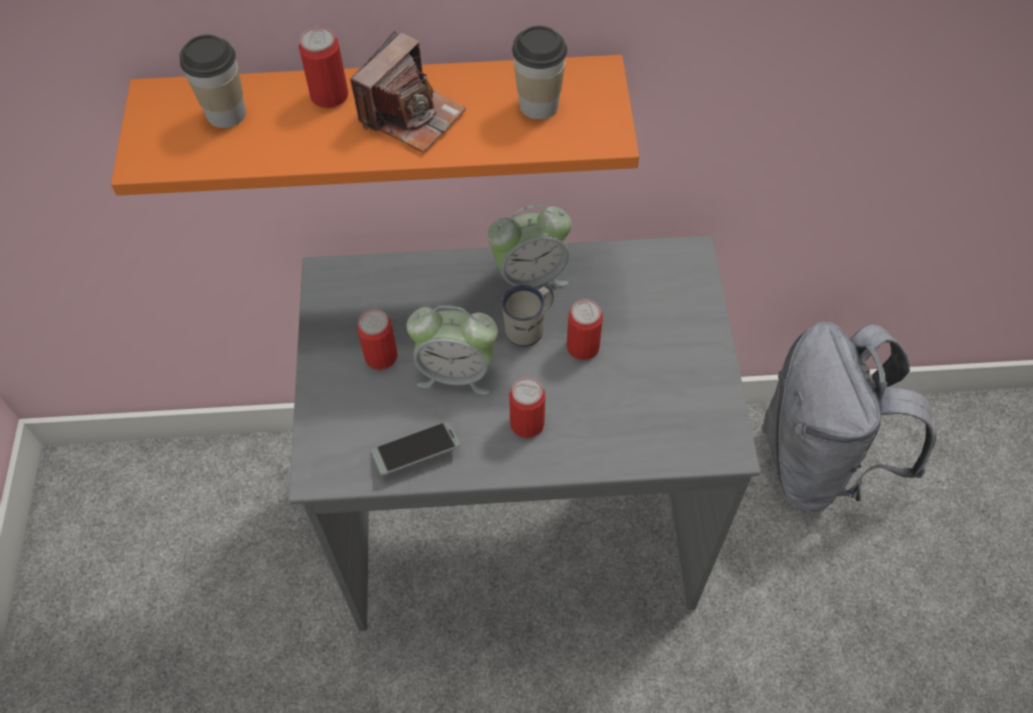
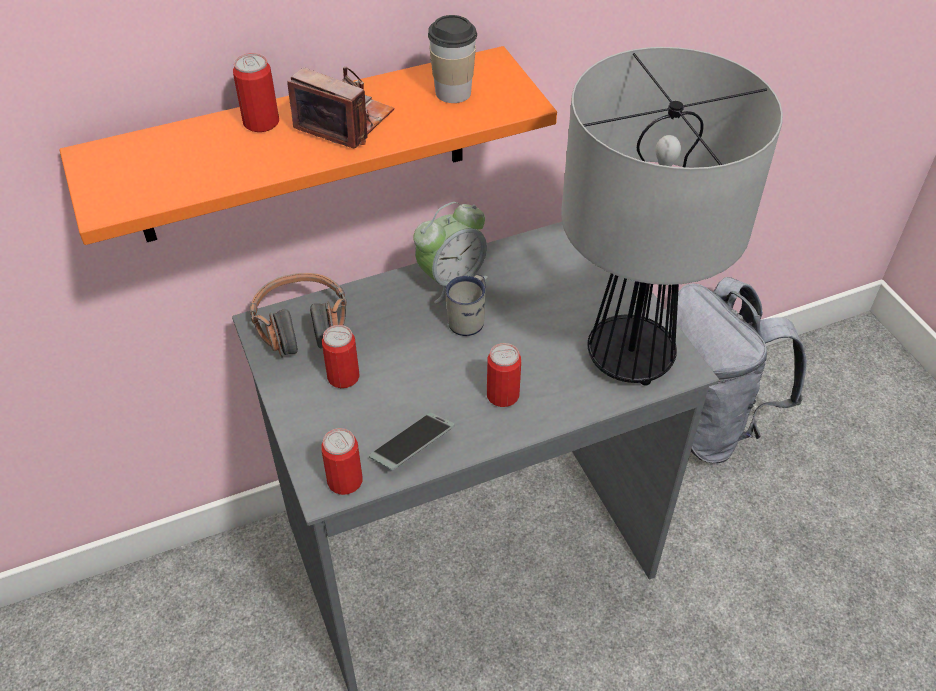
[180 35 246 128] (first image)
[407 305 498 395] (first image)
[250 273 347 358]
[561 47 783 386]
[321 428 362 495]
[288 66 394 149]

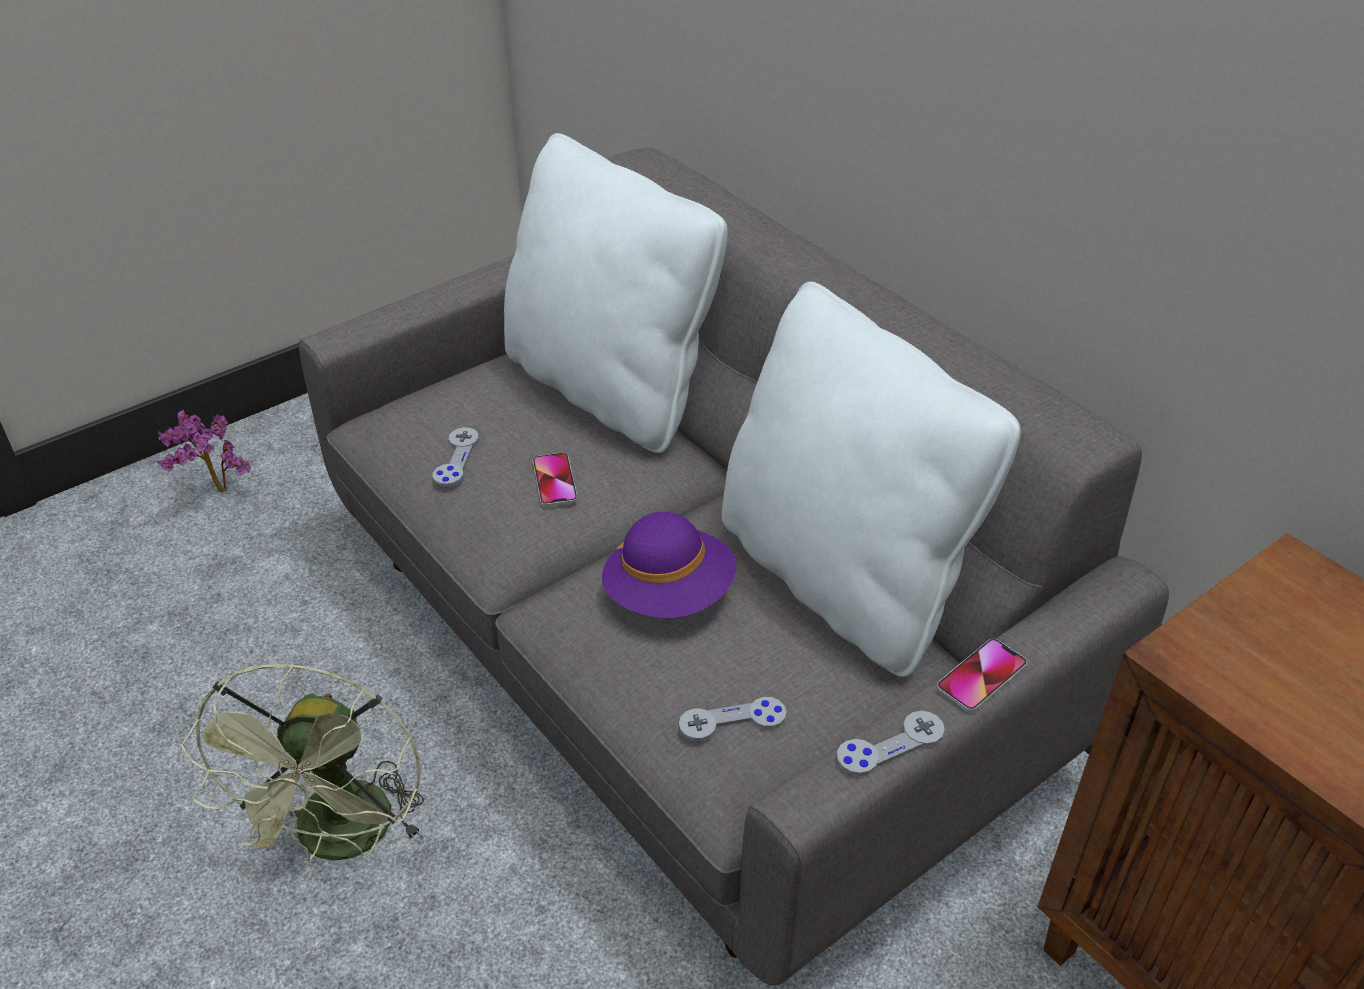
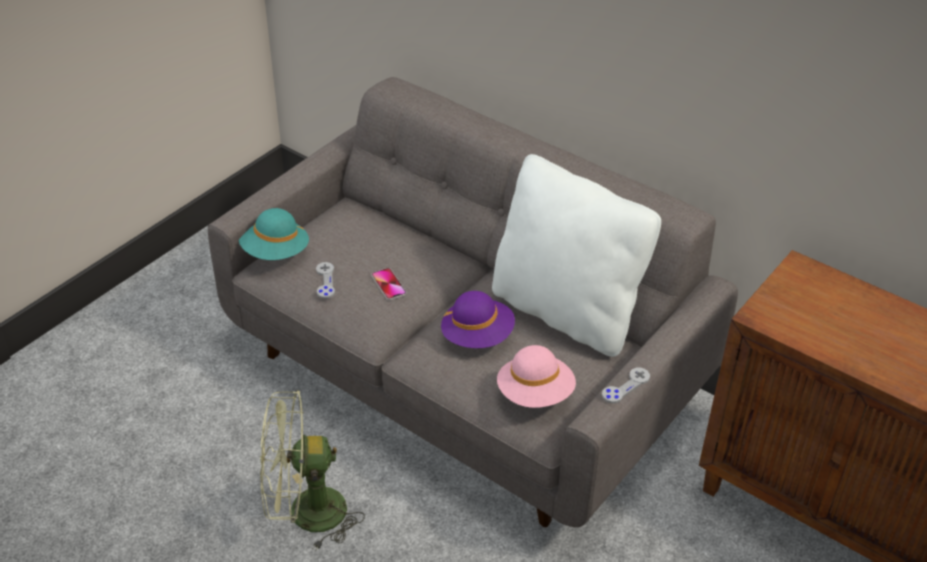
[157 410 251 492] (first image)
[504 133 728 453] (first image)
[937 639 1027 712] (first image)
[239 208 309 260]
[497 345 576 408]
[260 390 365 551]

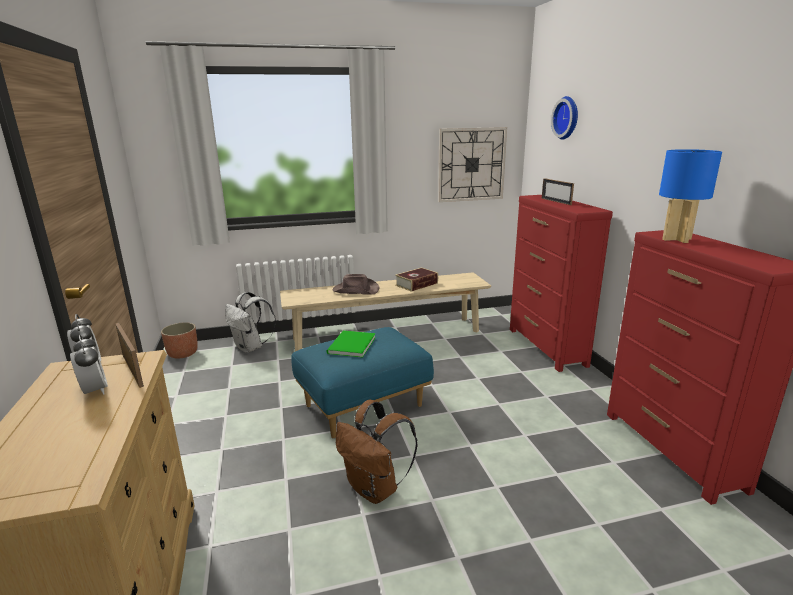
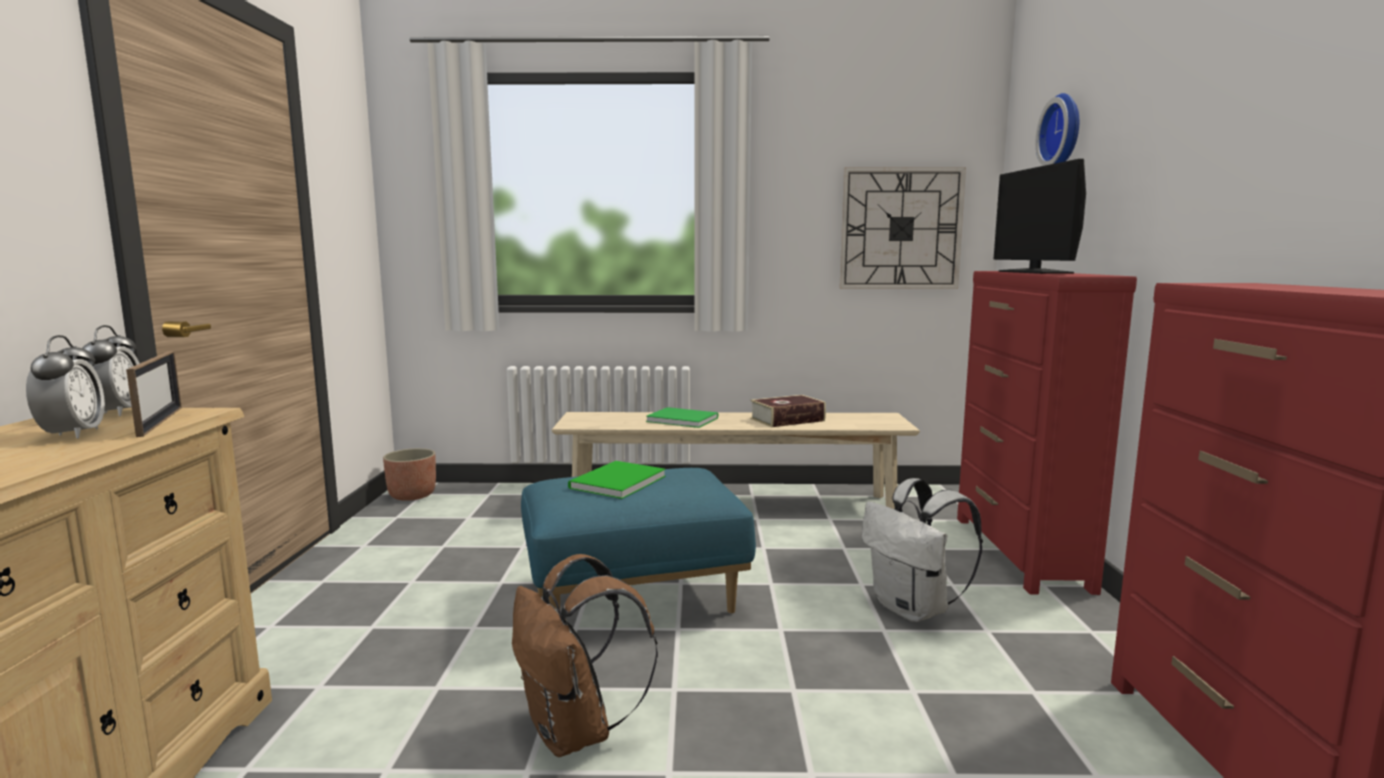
[659 149 722 243] (first image)
[862 478 983 622]
[646 407 718 428]
[993 159 1086 274]

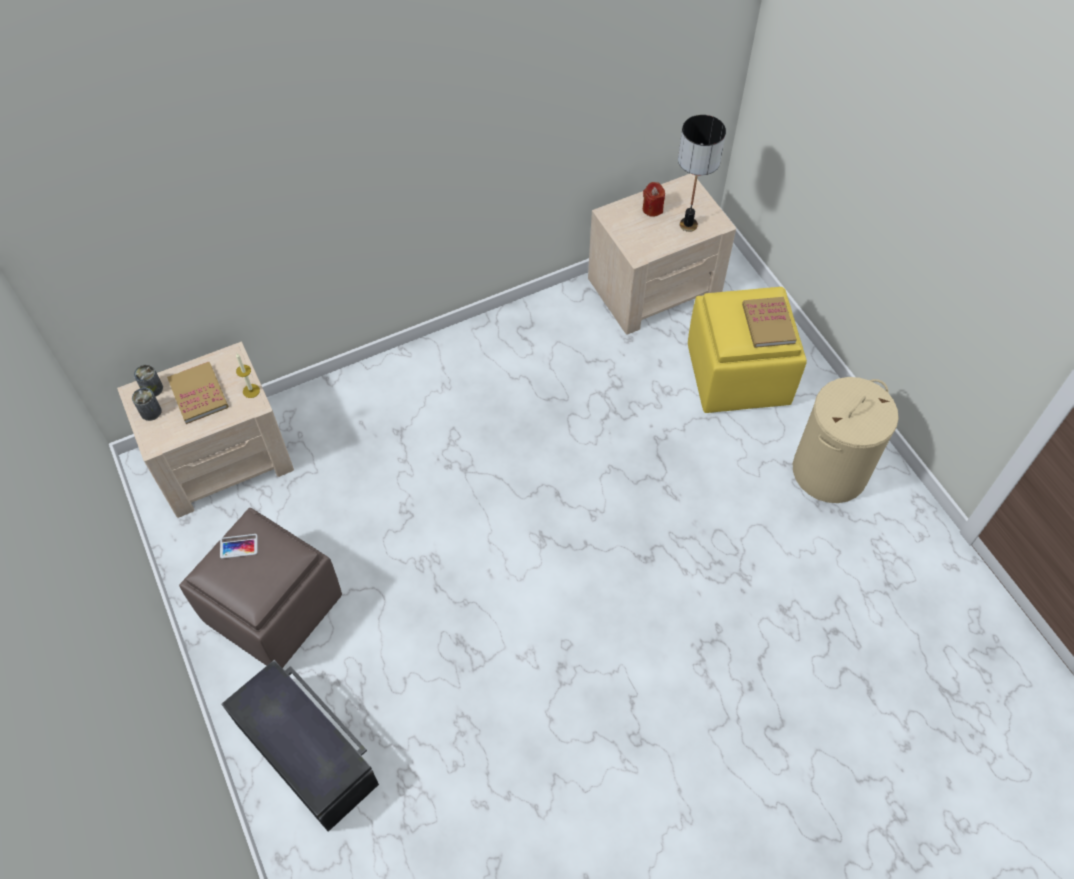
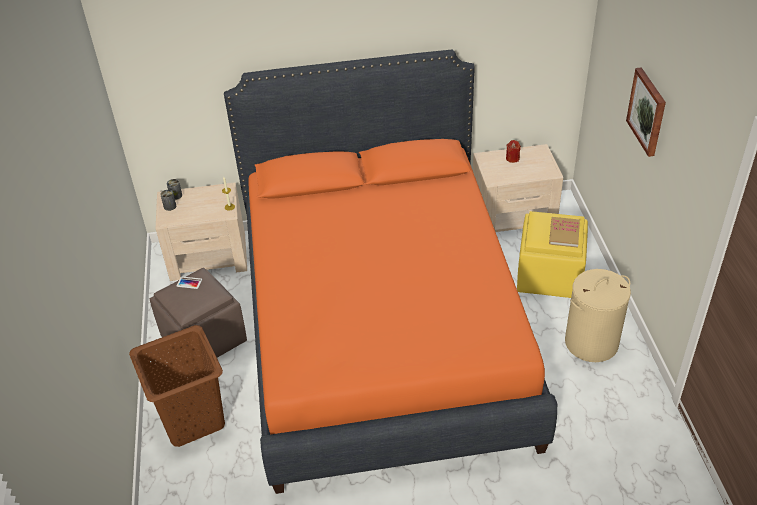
[167 362 229 424] (first image)
[678 115 726 232] (first image)
[224 50 557 494]
[626 67 666 157]
[129 325 225 447]

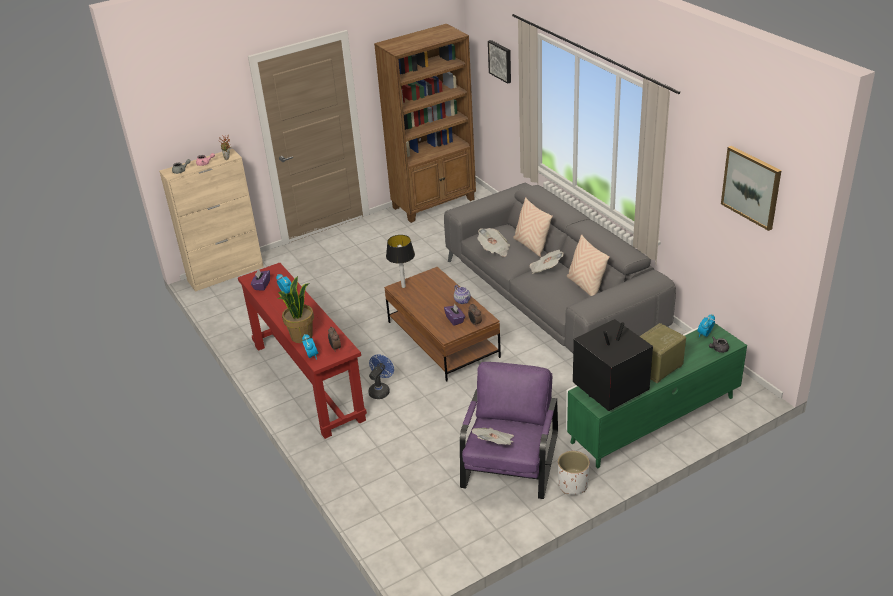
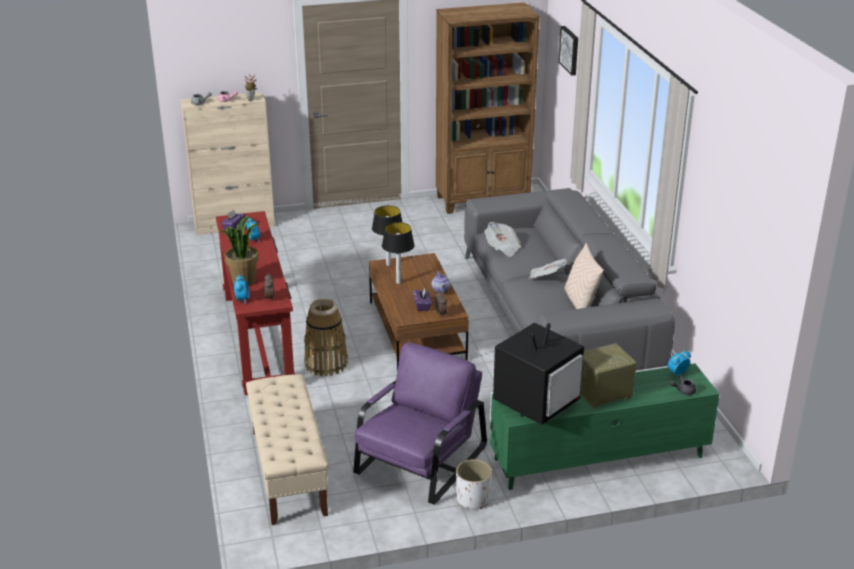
[472 428 514 445] (first image)
[513 197 553 257] (first image)
[721 146 781 231] (first image)
[246 374 328 525]
[382 222 414 284]
[304 299 348 376]
[493 322 584 425]

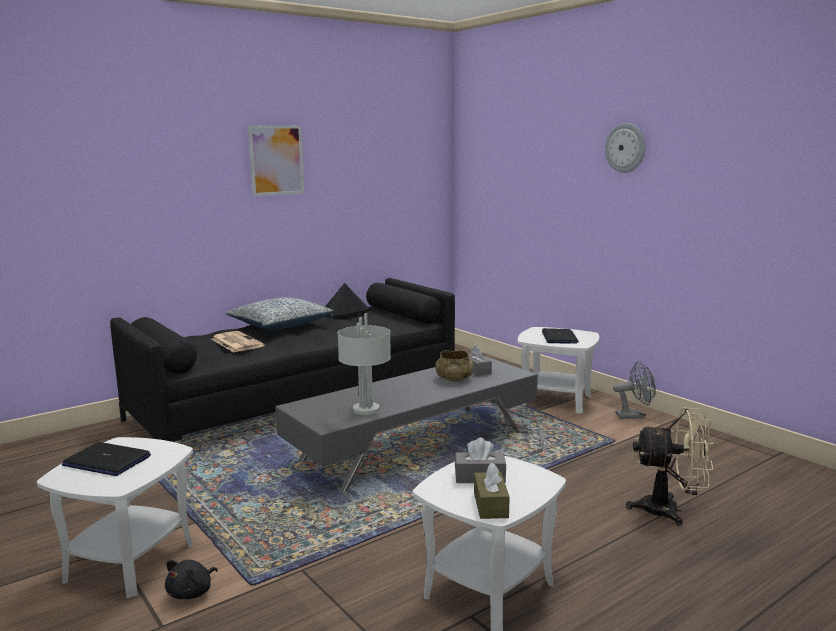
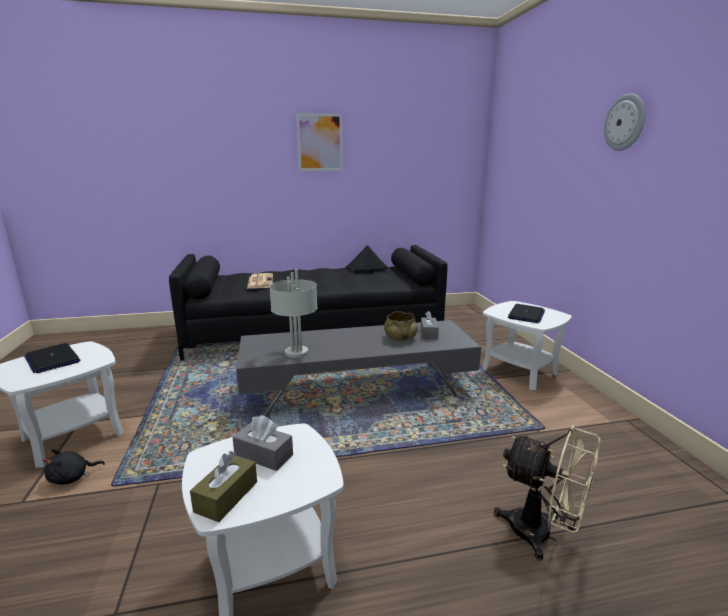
[226 297 334 330] (first image)
[613 362 656 419] (first image)

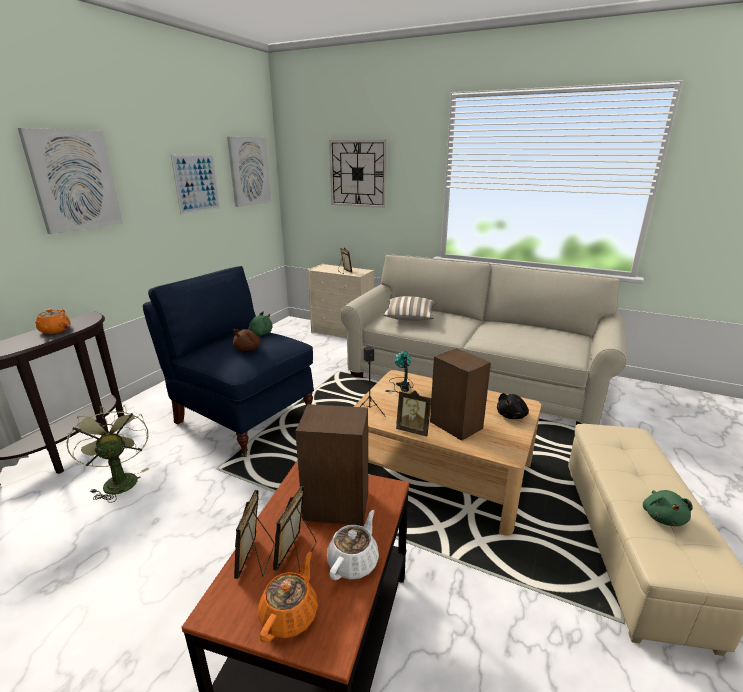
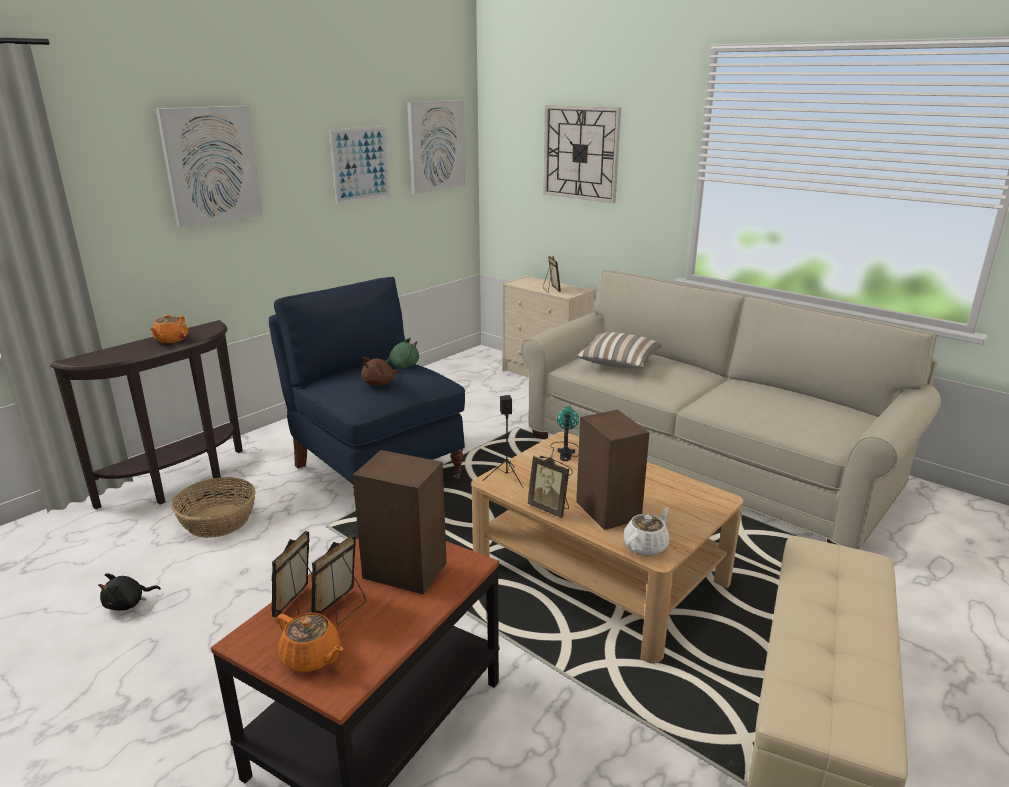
[643 490 693 526] (first image)
[624 507 669 556]
[98 574 161 611]
[171 477 256 538]
[277 613 343 672]

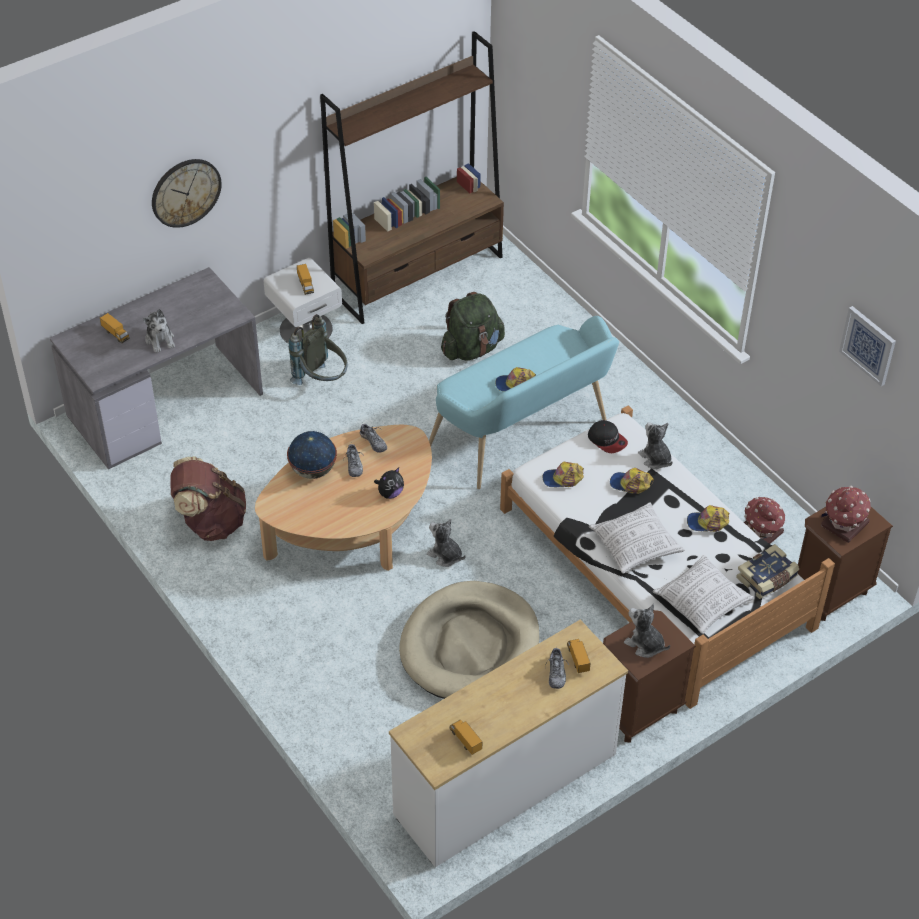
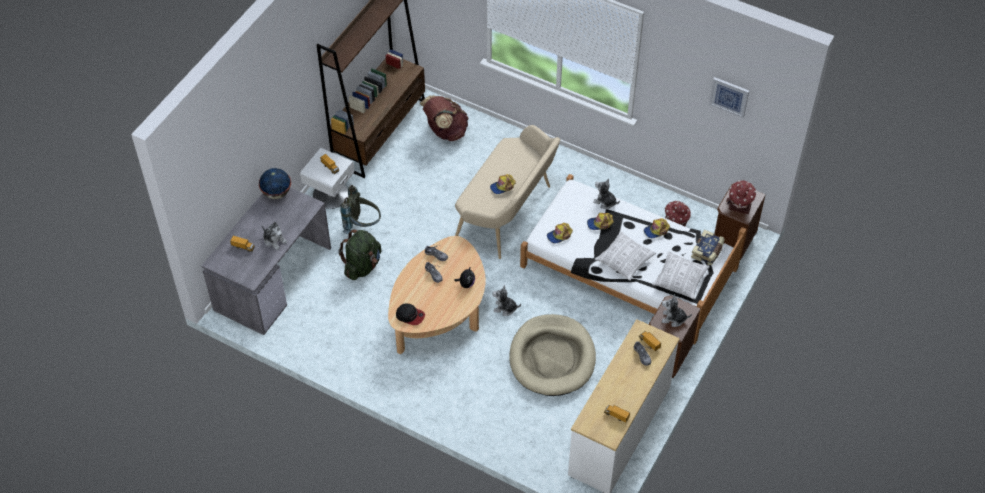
[152 159 222 228] (first image)
[420 95 469 141]
[259 168 291 199]
[338 229 382 280]
[396 304 425 325]
[455 125 560 259]

